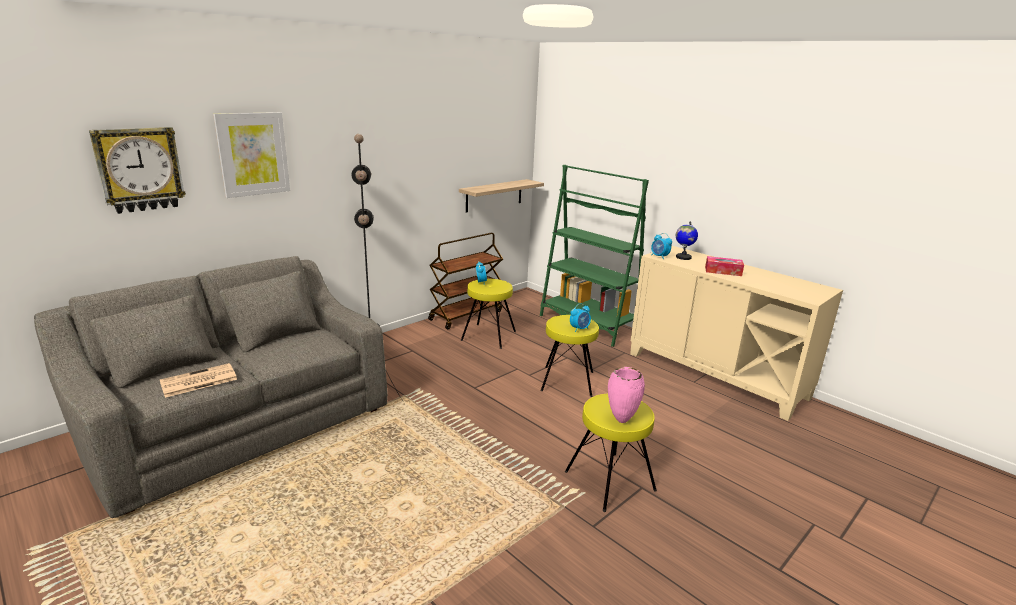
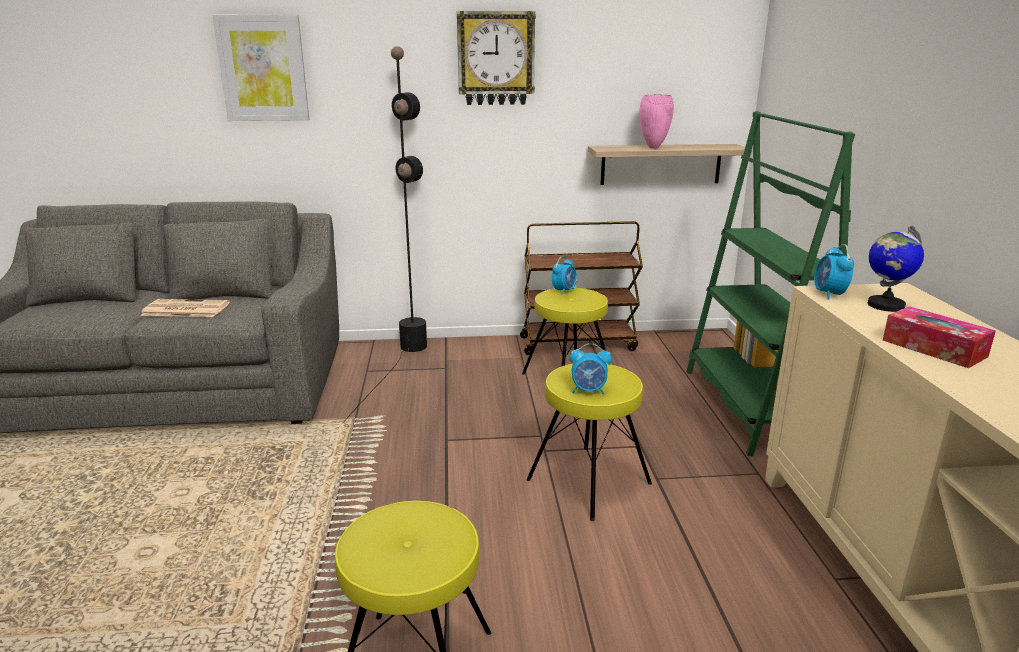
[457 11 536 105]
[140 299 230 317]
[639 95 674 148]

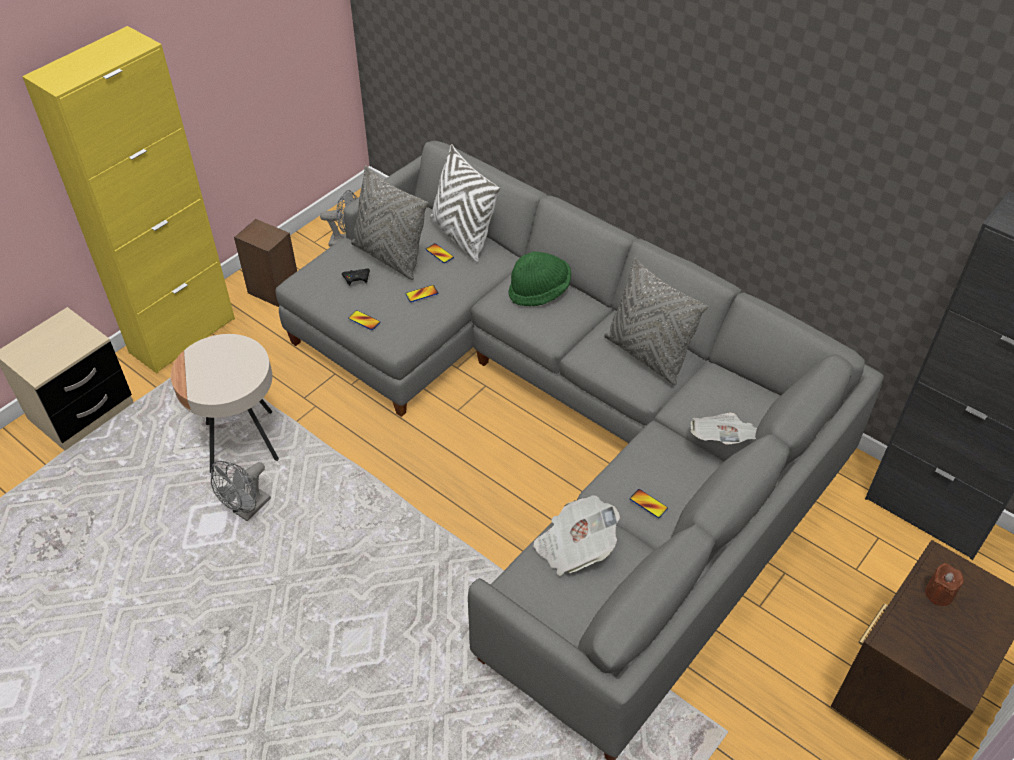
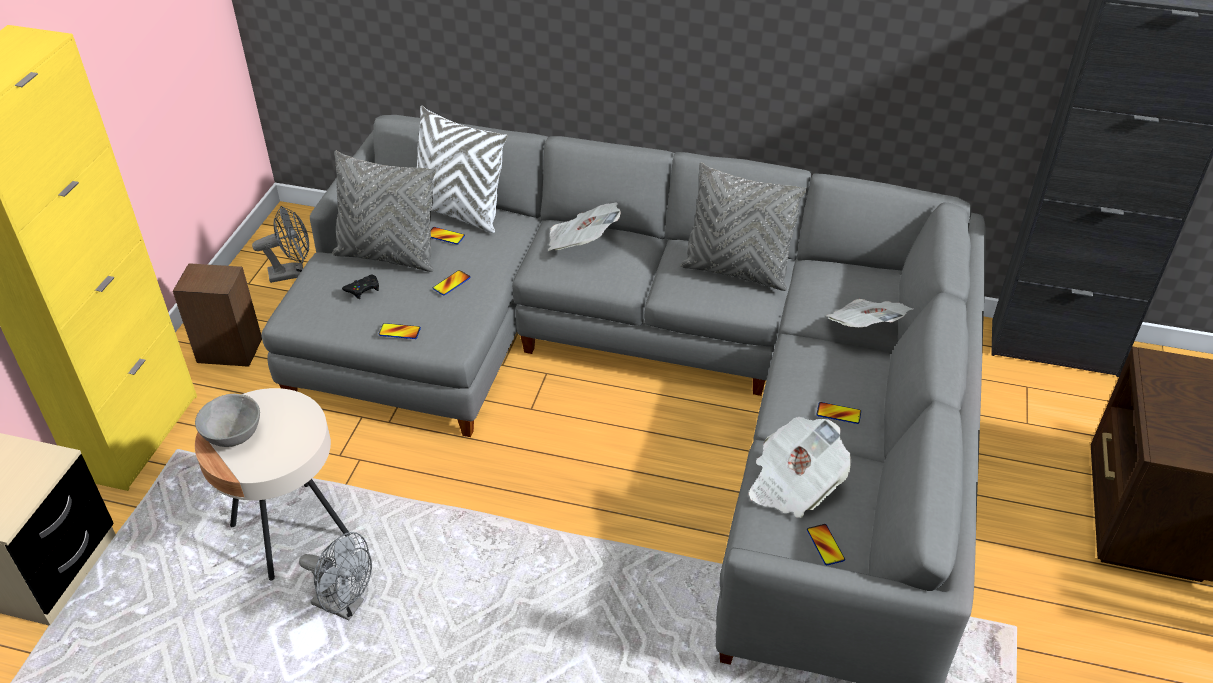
[925 563 964 606] (first image)
[195 394 260 447]
[807 524 845 565]
[548 202 621 251]
[299 532 372 621]

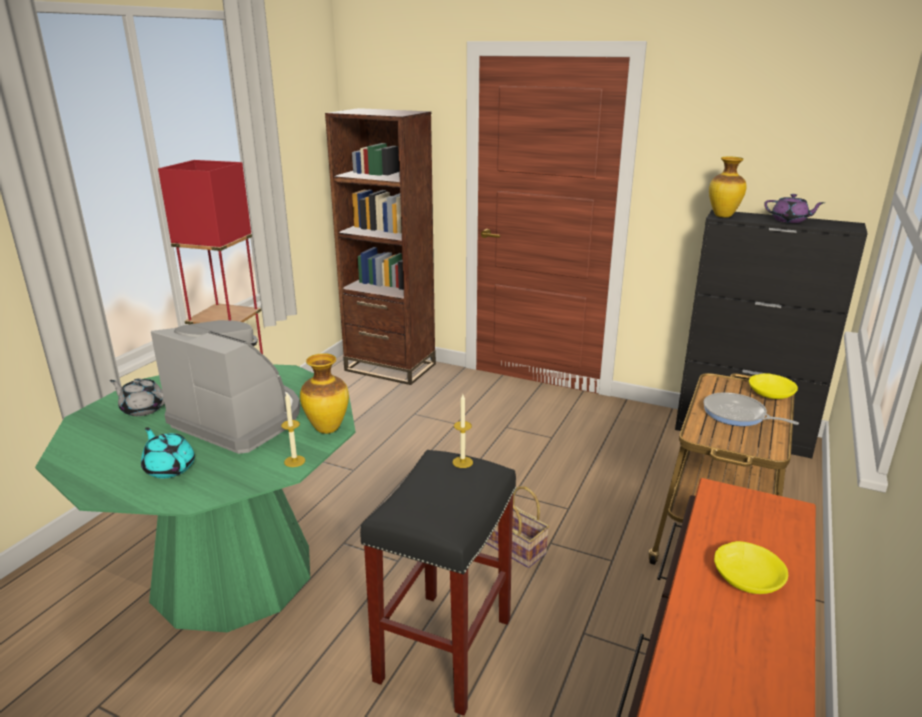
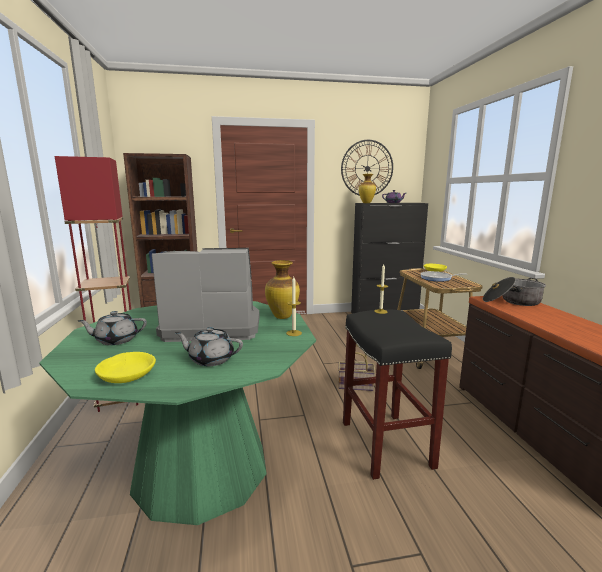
[341 140 393 196]
[483 277 546 306]
[95 352 156 383]
[175 327 243 366]

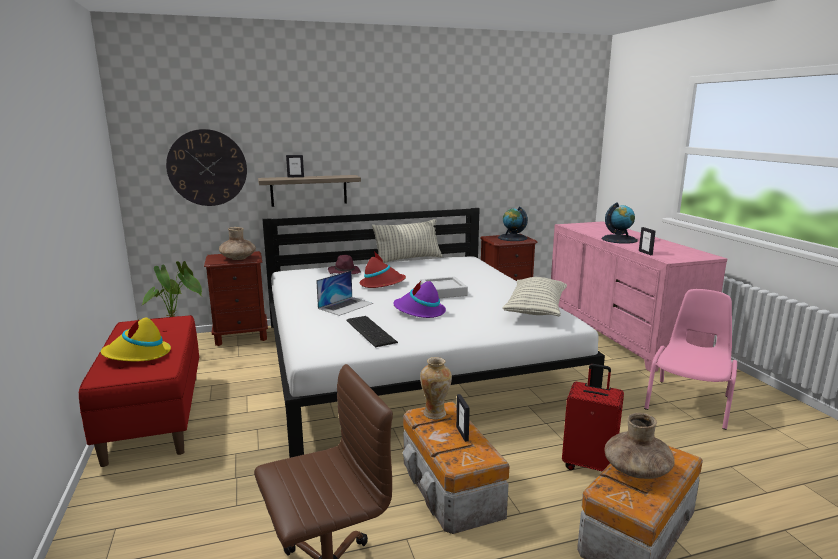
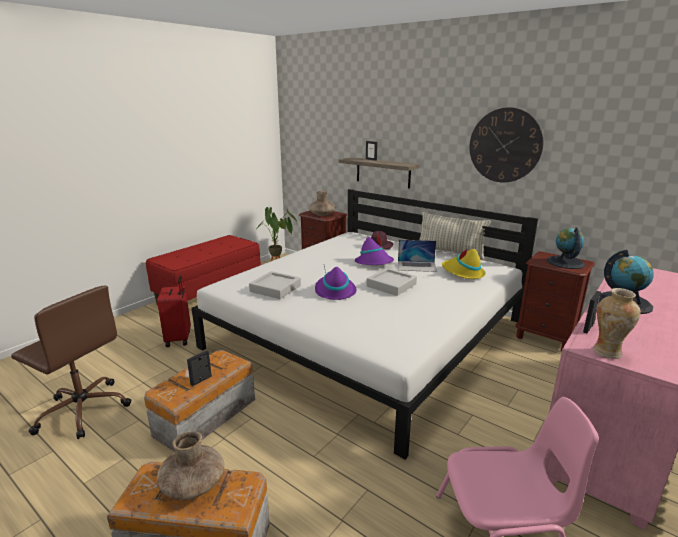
[502 277 567 317] (first image)
[442 249 486 279]
[469 107 543 182]
[398 240 437 272]
[593 288 641 359]
[157 276 191 347]
[249 271 301 299]
[355 232 394 265]

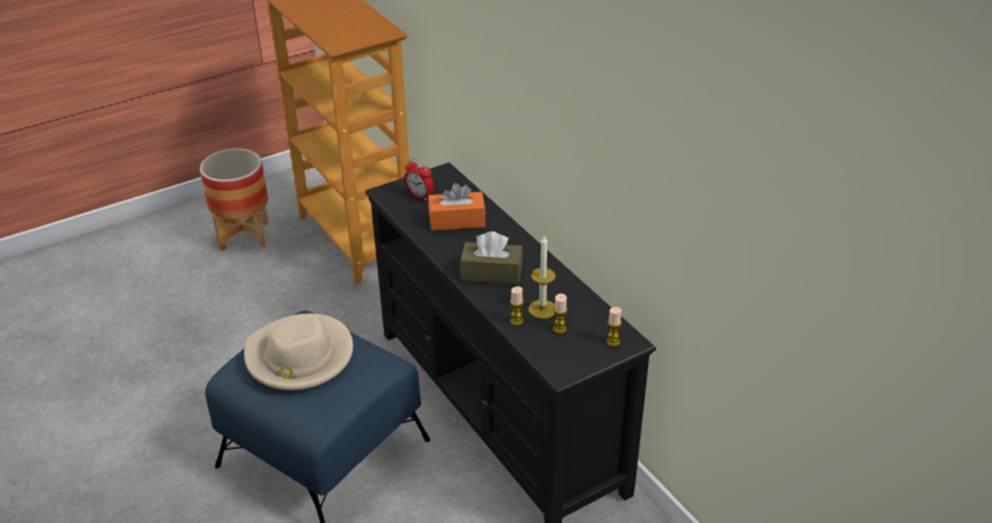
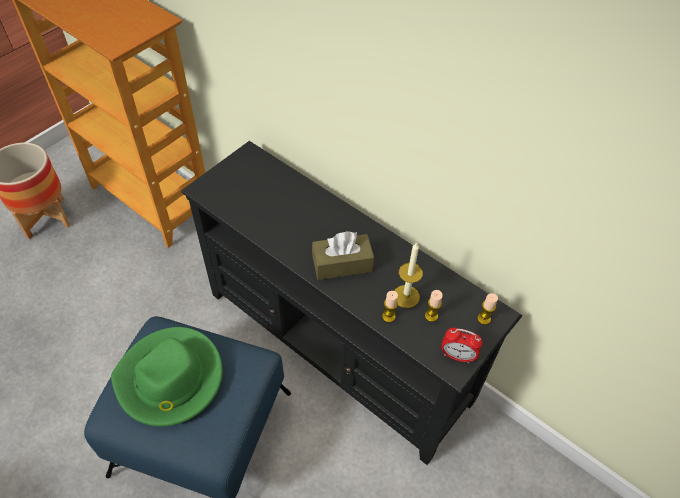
[428 183 486 231] (first image)
[441 328 482 363]
[111 327 223 427]

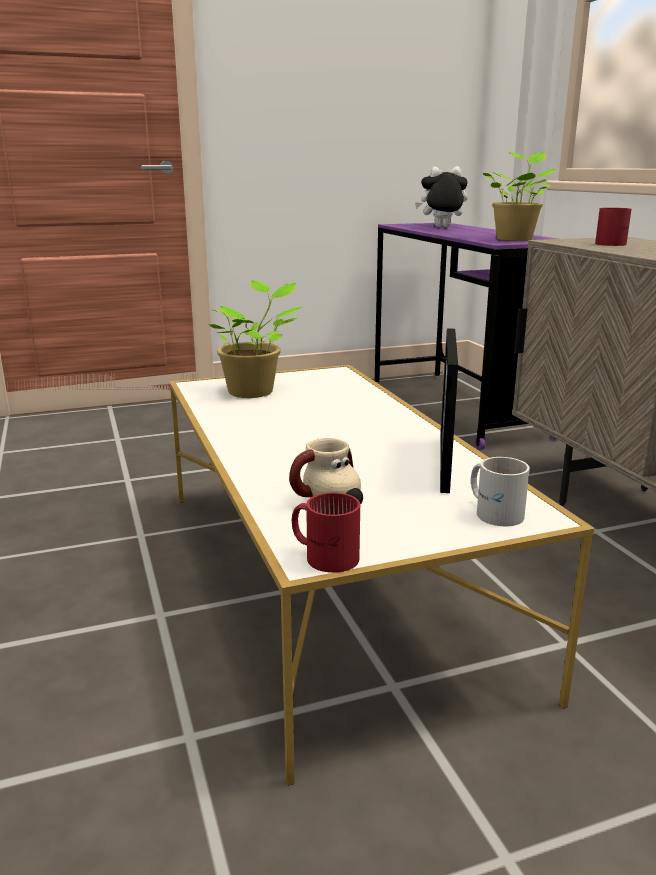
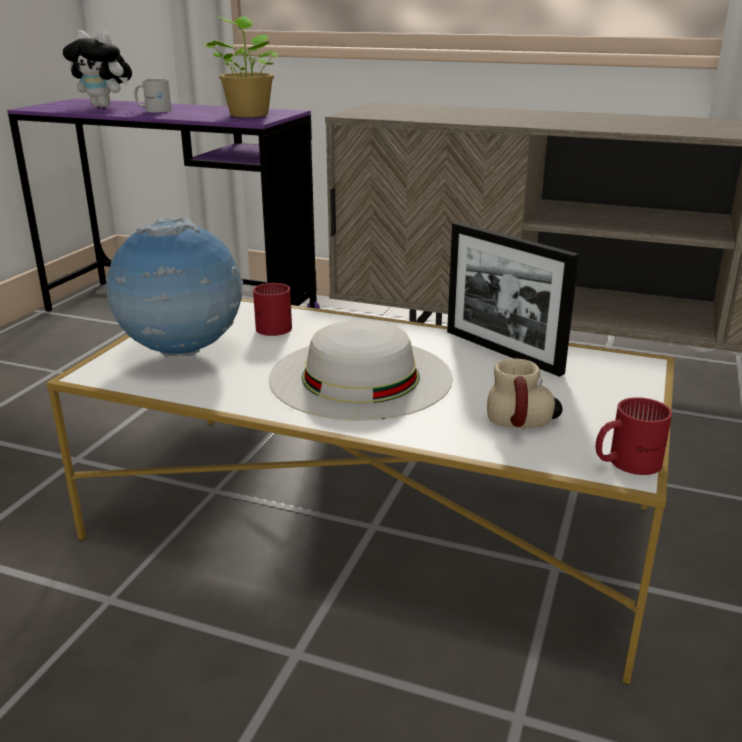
[269 320 453 421]
[134 79 172 112]
[253 283 292 336]
[107 217 244 357]
[63 30 132 107]

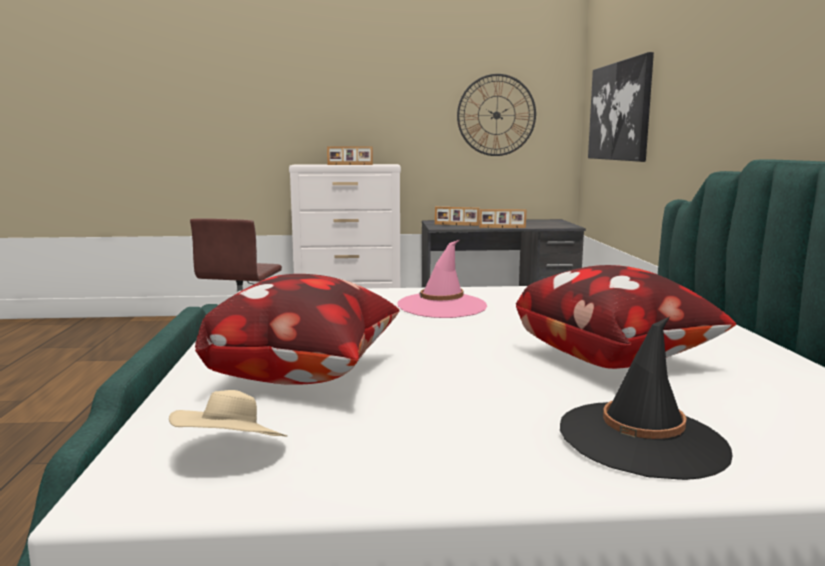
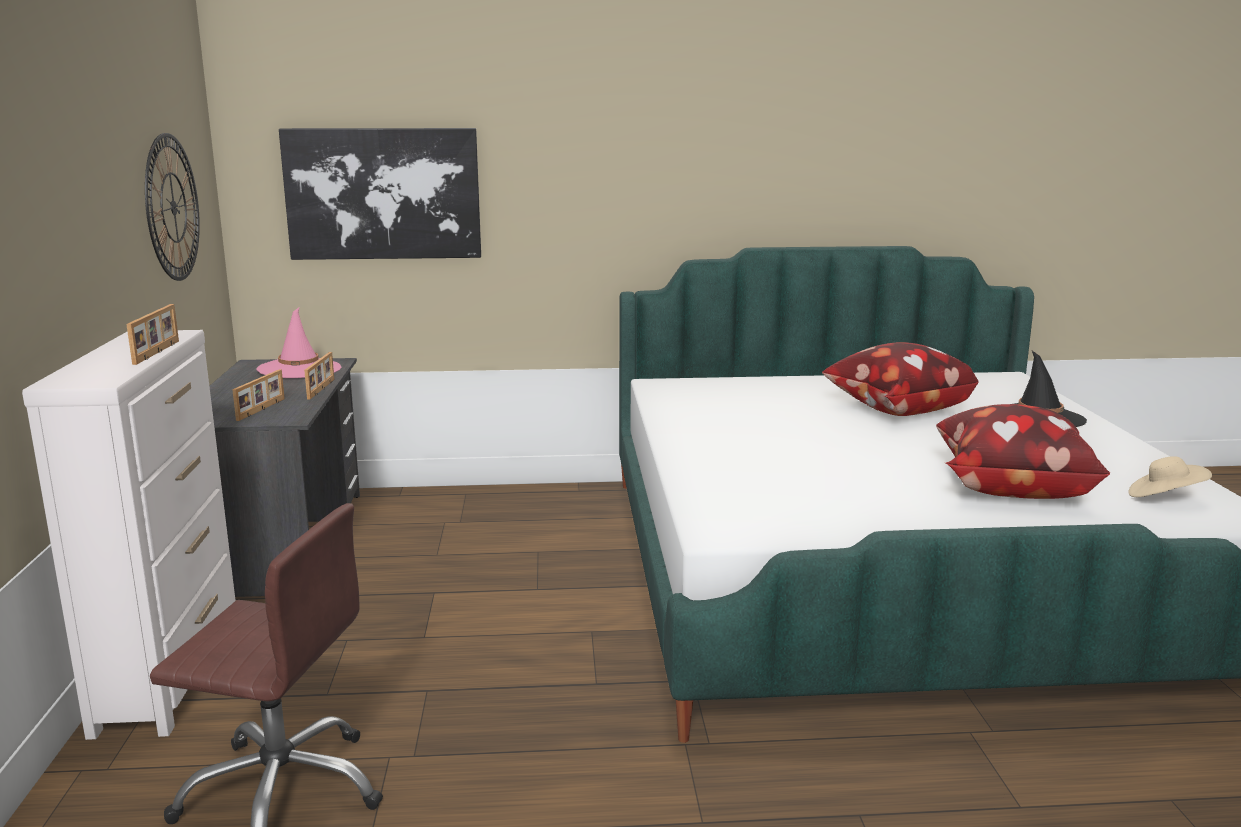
[256 307 341 378]

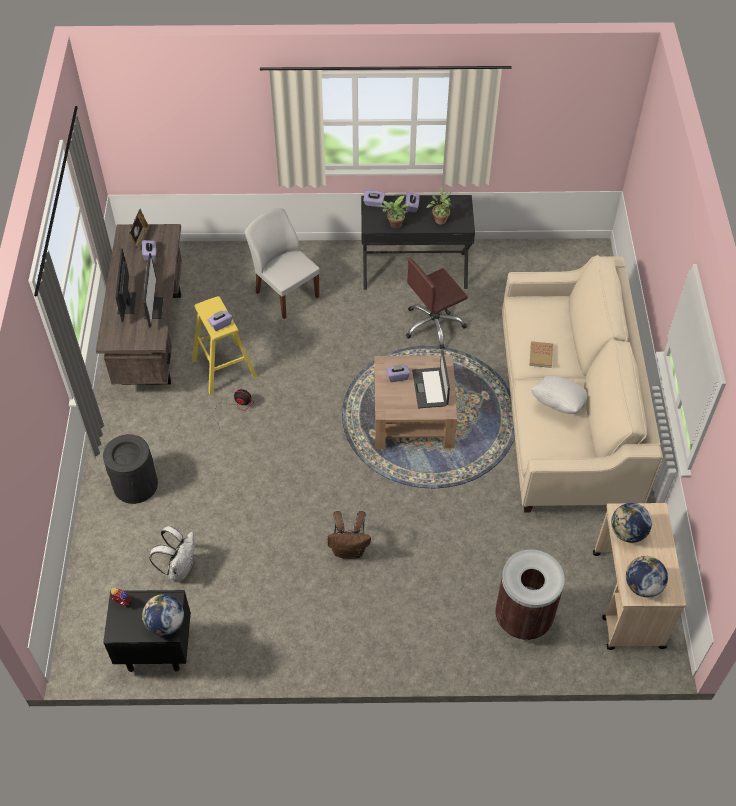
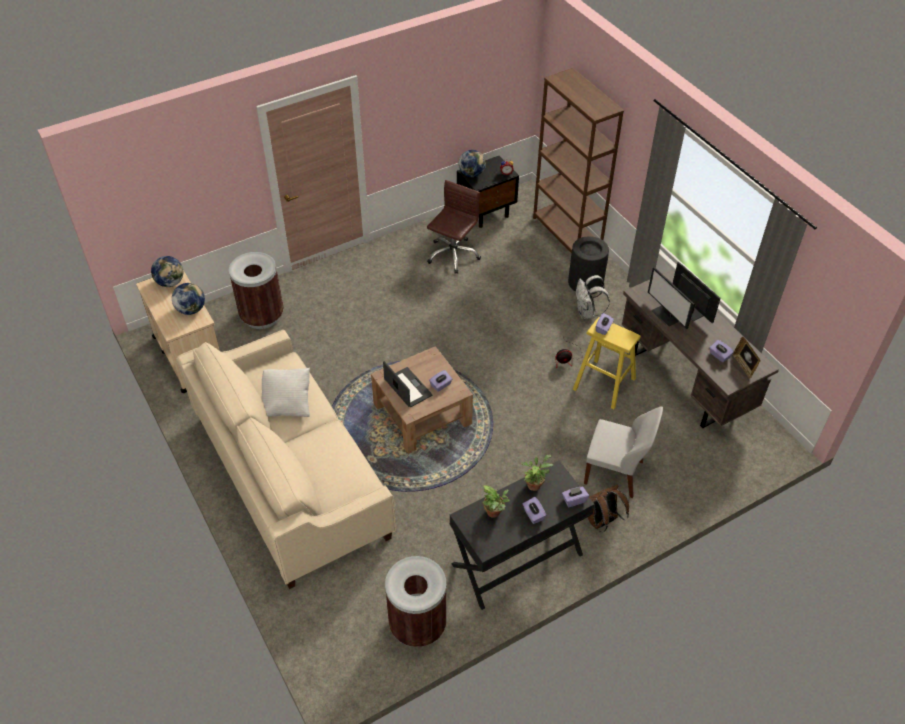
[530 341 553 368] (first image)
[385 556 447 647]
[533 68 624 253]
[576 275 610 319]
[588 484 629 532]
[427 180 481 274]

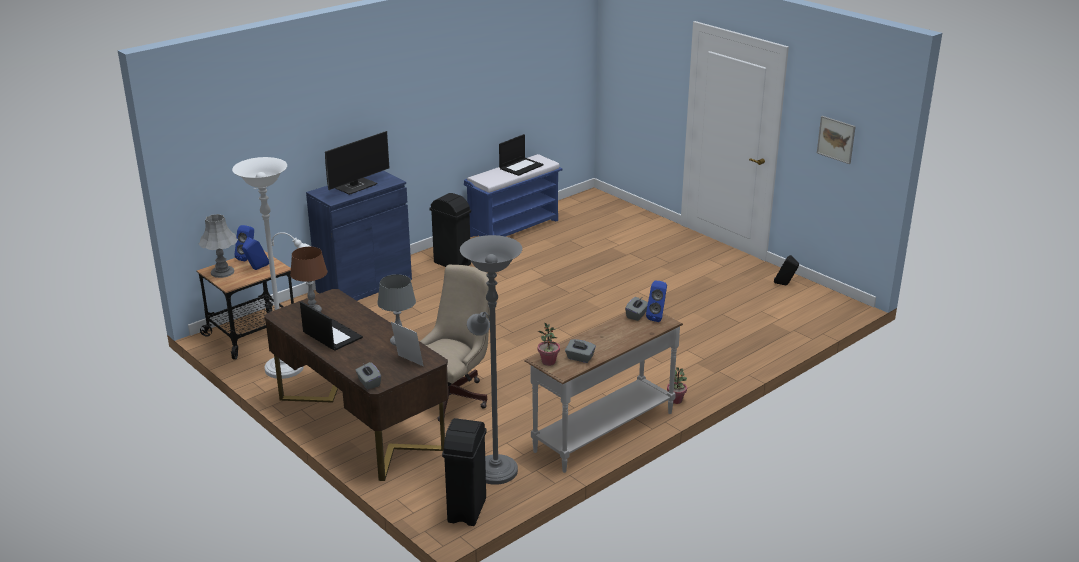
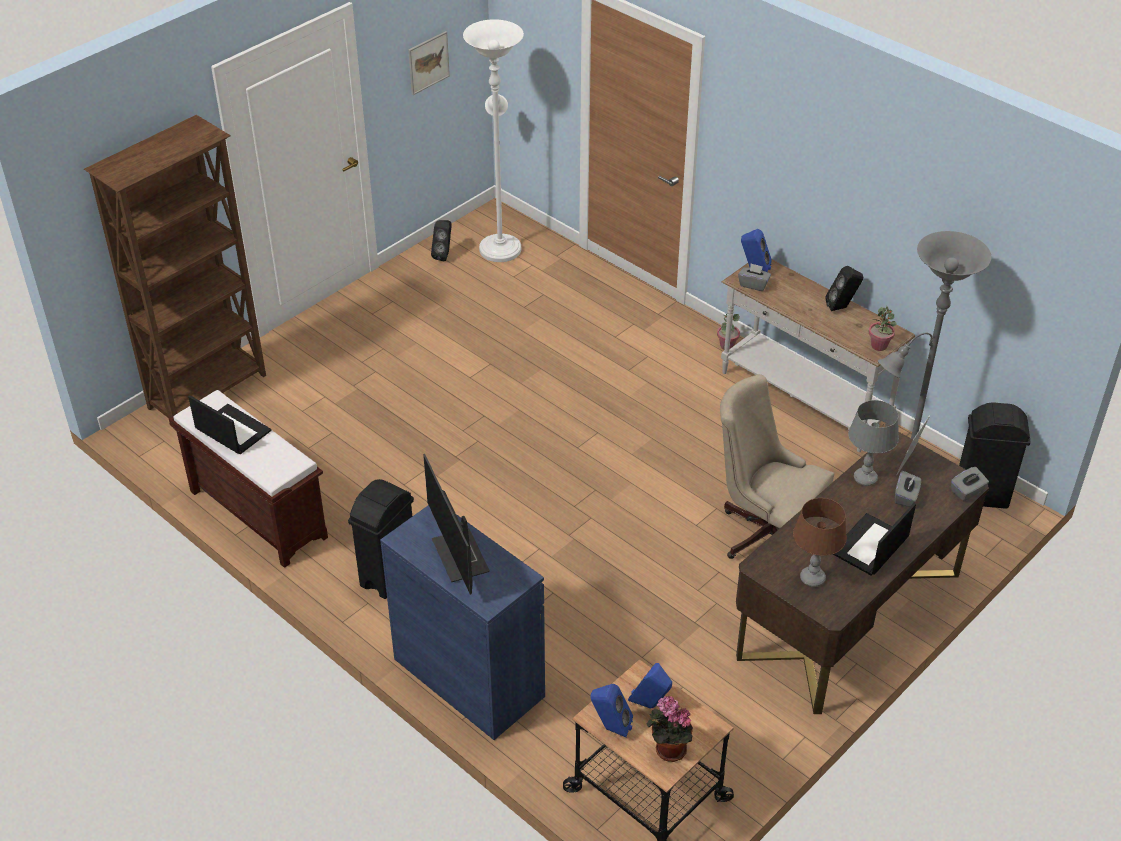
[84 115 266 430]
[825 266 863 311]
[463 19 524 262]
[895 471 921 507]
[646 696 693 762]
[169 390 328 568]
[423 454 490 595]

